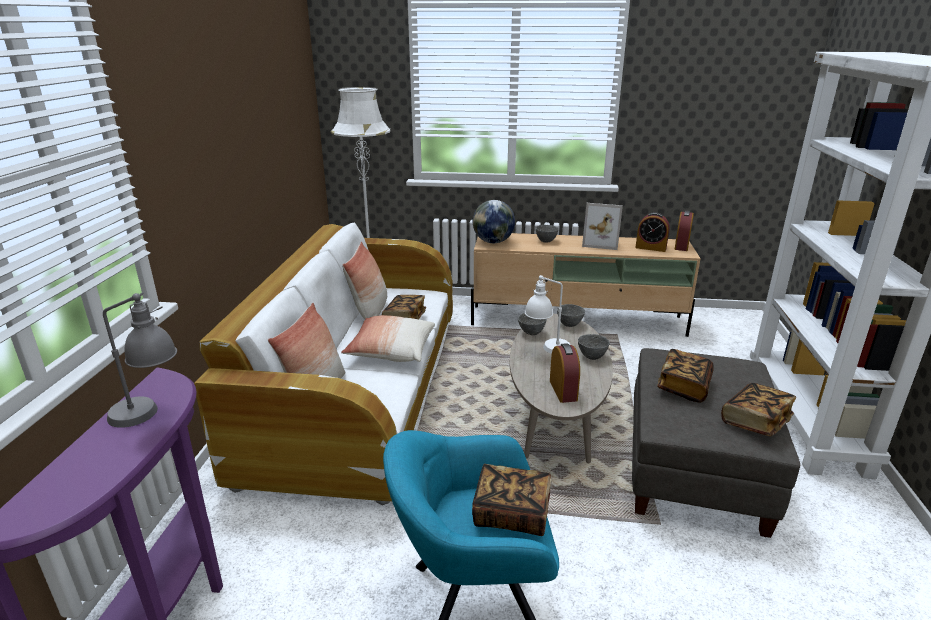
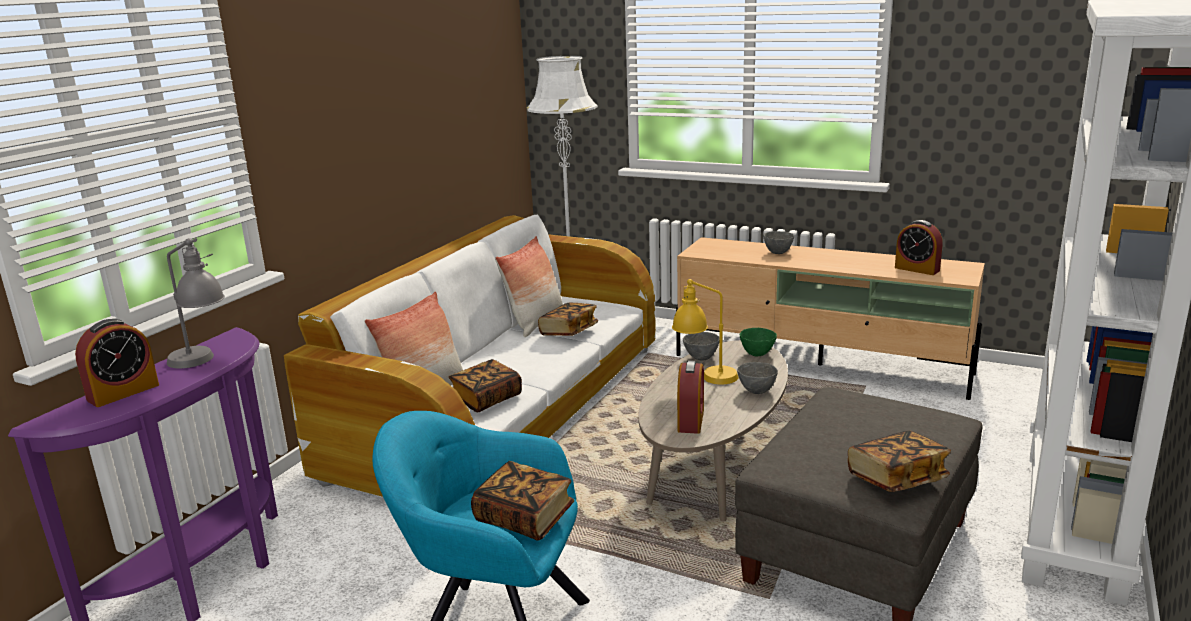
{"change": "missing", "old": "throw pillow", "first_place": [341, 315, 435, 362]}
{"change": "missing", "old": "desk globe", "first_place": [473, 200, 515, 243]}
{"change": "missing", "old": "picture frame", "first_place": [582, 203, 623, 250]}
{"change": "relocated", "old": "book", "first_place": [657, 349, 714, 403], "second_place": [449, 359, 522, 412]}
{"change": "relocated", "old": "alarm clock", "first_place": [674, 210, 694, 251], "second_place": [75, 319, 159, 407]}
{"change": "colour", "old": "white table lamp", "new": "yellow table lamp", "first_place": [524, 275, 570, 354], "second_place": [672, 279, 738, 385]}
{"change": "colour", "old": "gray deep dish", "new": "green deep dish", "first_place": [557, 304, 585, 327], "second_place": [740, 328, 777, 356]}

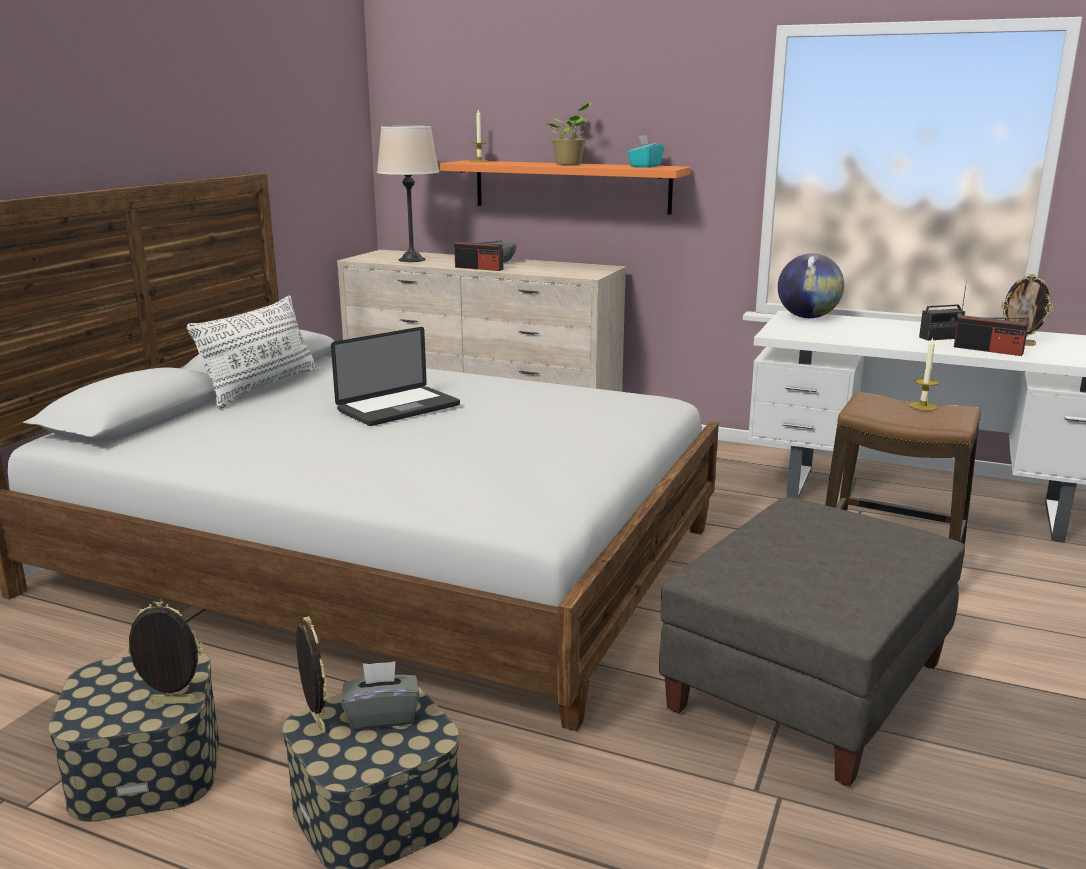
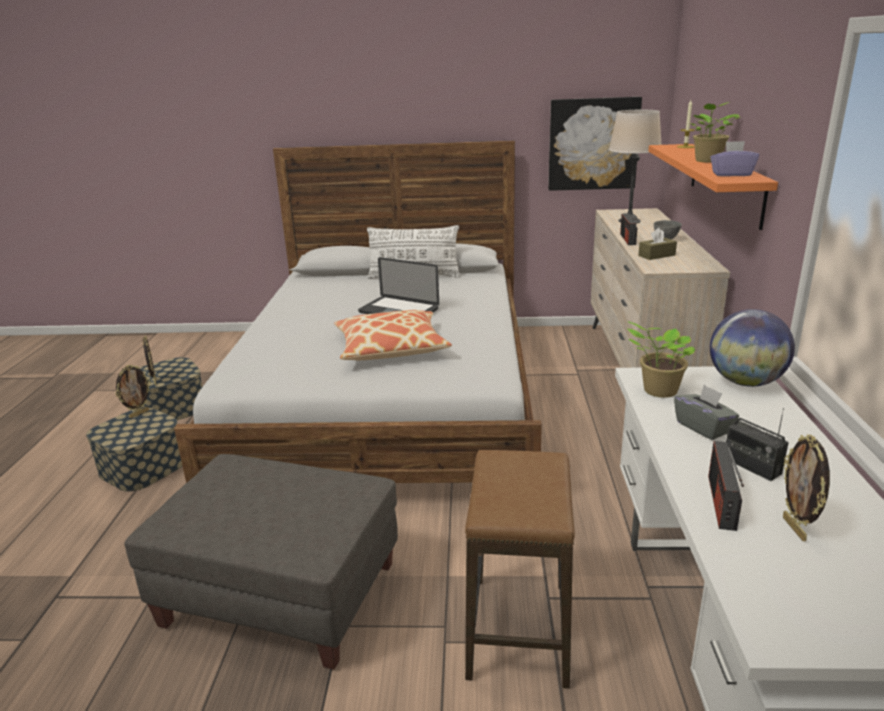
{"change": "missing", "old": "wax candle", "first_place": [909, 337, 938, 411]}
{"change": "appeared", "new": "throw pillow", "second_place": [334, 310, 452, 360]}
{"change": "appeared", "new": "wall art", "second_place": [548, 97, 642, 191]}
{"change": "appeared", "new": "plant in a pot", "second_place": [626, 321, 696, 398]}
{"change": "appeared", "new": "brownish box of tissues", "second_place": [638, 228, 677, 260]}
{"change": "relocated", "old": "gray box of tissues", "first_place": [341, 661, 419, 730], "second_place": [674, 385, 739, 440]}
{"change": "colour", "old": "turquoise-coloured box of tissues", "new": "purple-coloured box of tissues", "first_place": [627, 135, 664, 168], "second_place": [710, 141, 759, 176]}

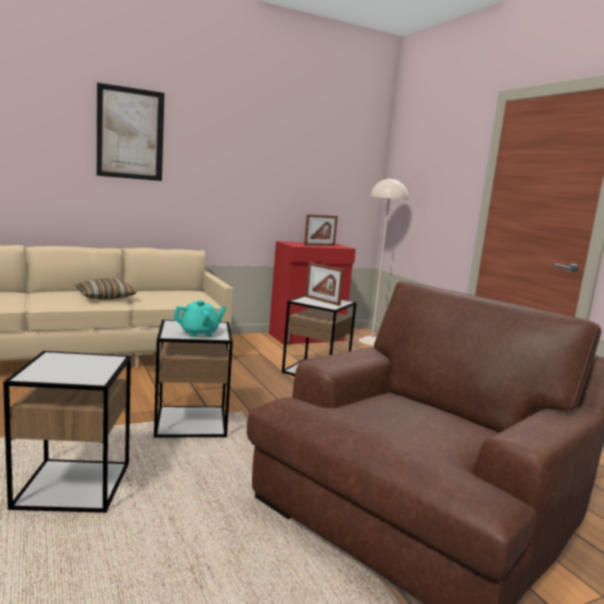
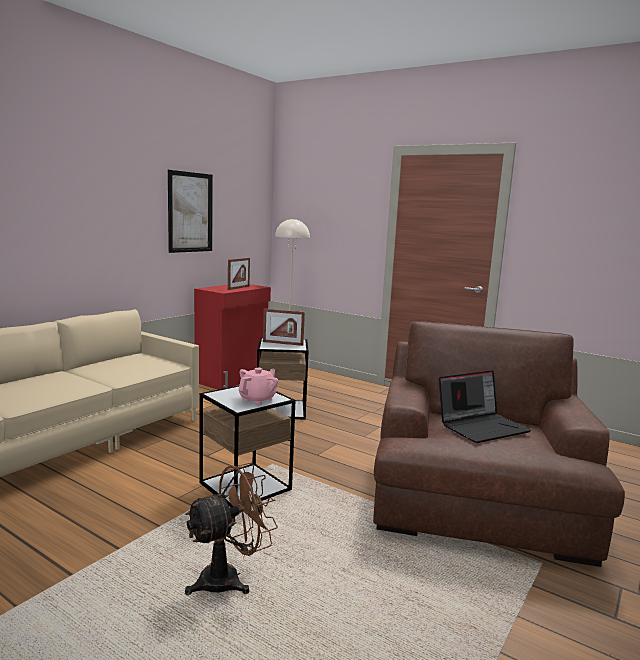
{"change": "missing", "old": "throw pillow", "first_place": [75, 278, 137, 300]}
{"change": "appeared", "new": "laptop", "second_place": [439, 370, 531, 443]}
{"change": "relocated", "old": "wall art", "first_place": [97, 83, 165, 181], "second_place": [168, 170, 213, 253]}
{"change": "exchanged", "old": "side table", "new": "brownish cooling fan", "first_place": [3, 351, 131, 513], "second_place": [185, 463, 278, 595]}
{"change": "colour", "old": "turquoise-coloured teapot", "new": "pinkish teapot", "first_place": [173, 300, 227, 337], "second_place": [239, 368, 278, 405]}

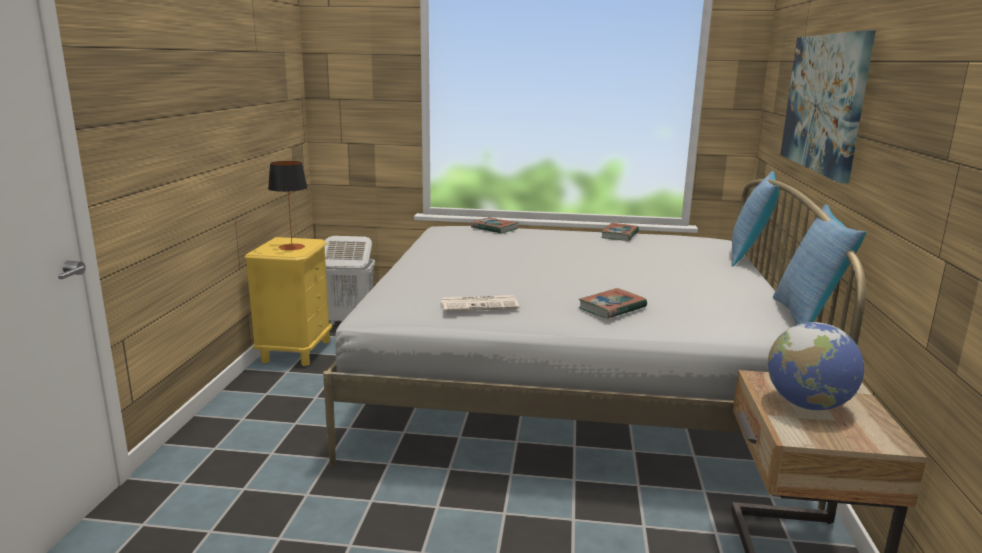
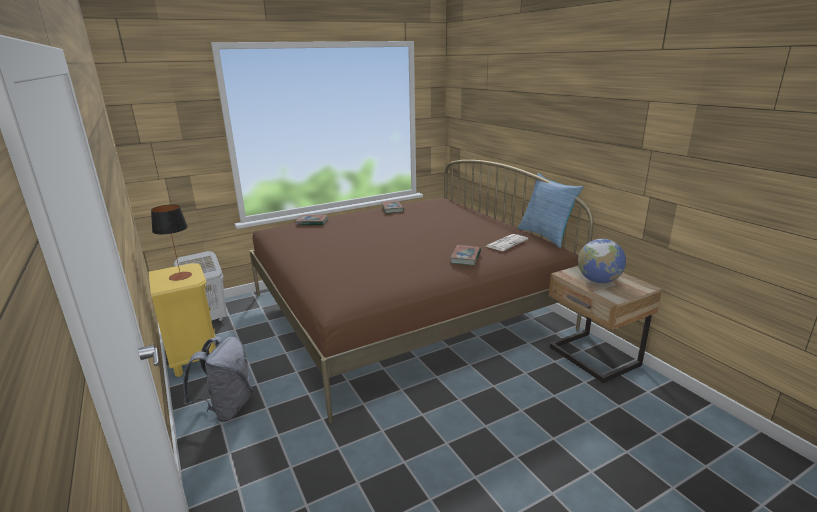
{"change": "missing", "old": "throw pillow", "first_place": [732, 171, 779, 266]}
{"change": "missing", "old": "wall art", "first_place": [780, 30, 876, 184]}
{"change": "appeared", "new": "gray rucksack", "second_place": [183, 336, 253, 422]}
{"change": "relocated", "old": "daily paper", "first_place": [441, 295, 519, 312], "second_place": [486, 234, 528, 251]}
{"change": "colour", "old": "white sleeping bed", "new": "brownish sleeping bed", "first_place": [323, 179, 866, 510], "second_place": [249, 160, 594, 423]}

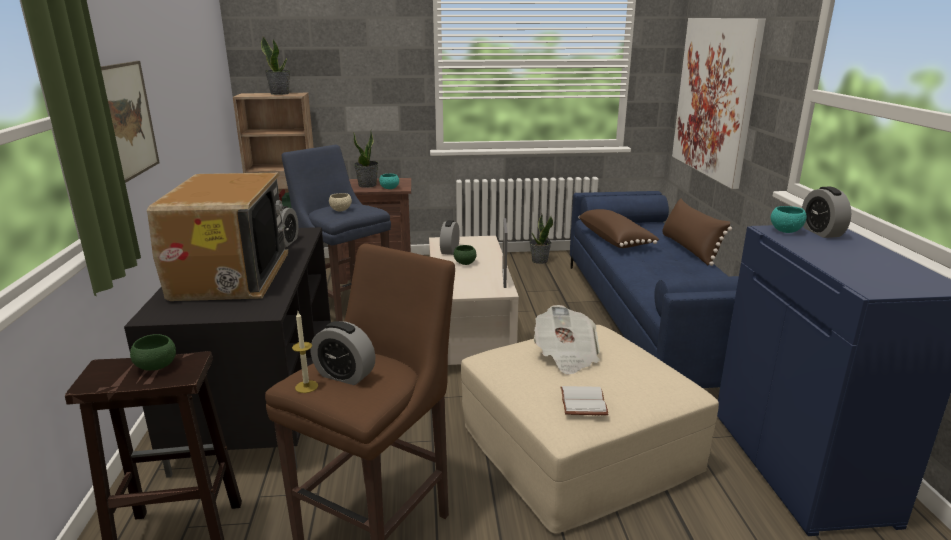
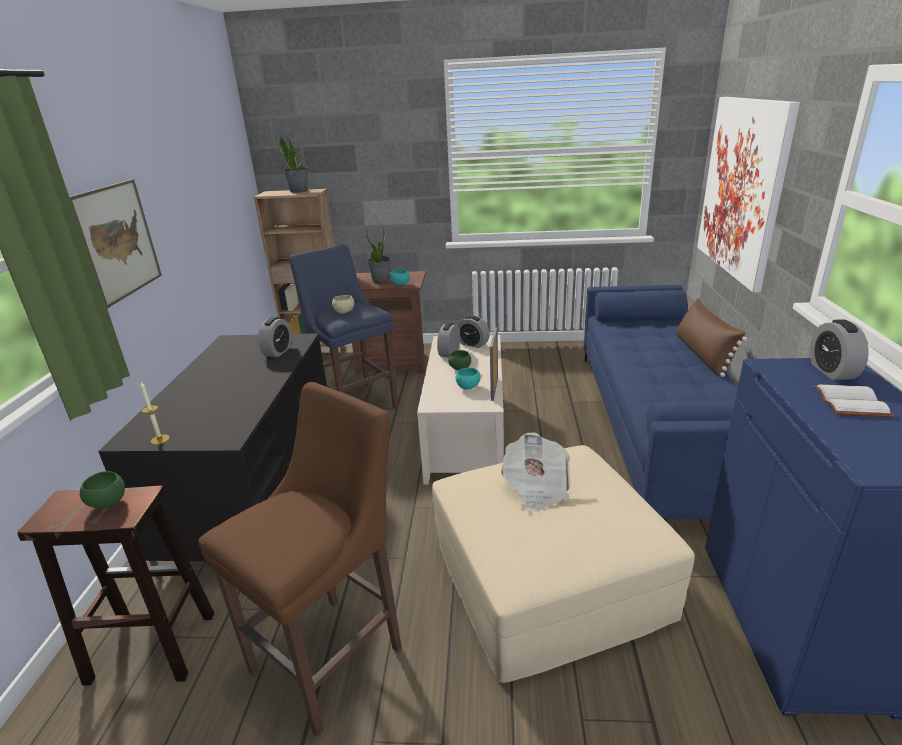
{"change": "missing", "old": "television", "first_place": [147, 173, 288, 301]}
{"change": "missing", "old": "plant in a pot", "first_place": [529, 214, 553, 264]}
{"change": "missing", "old": "brownish throw pillow", "first_place": [578, 209, 659, 248]}
{"change": "relocated", "old": "wax candle", "first_place": [292, 312, 318, 393], "second_place": [140, 382, 170, 445]}
{"change": "relocated", "old": "alarm clock", "first_place": [311, 321, 376, 385], "second_place": [457, 315, 490, 348]}
{"change": "relocated", "old": "white book", "first_place": [561, 386, 608, 415], "second_place": [814, 384, 893, 417]}
{"change": "relocated", "old": "turquoise-coloured deep dish", "first_place": [771, 206, 807, 233], "second_place": [456, 368, 481, 390]}

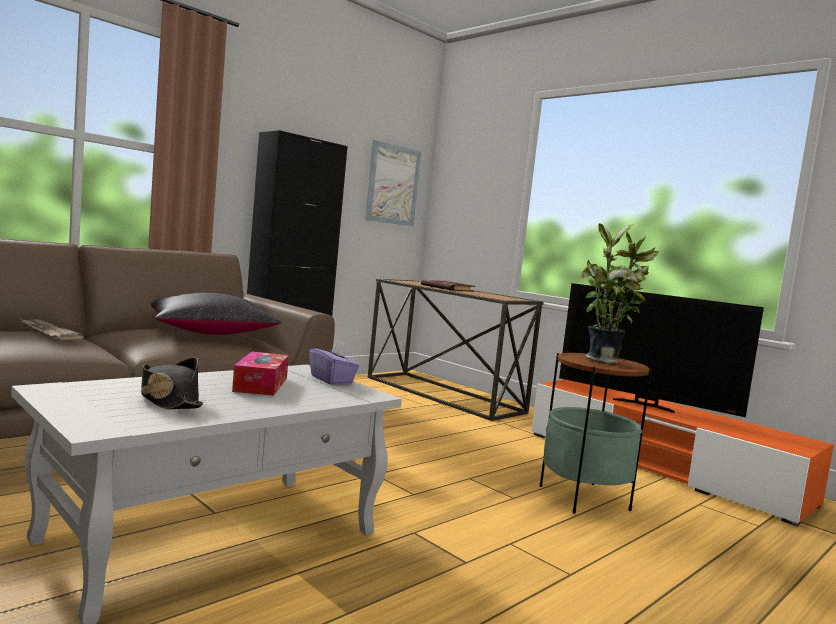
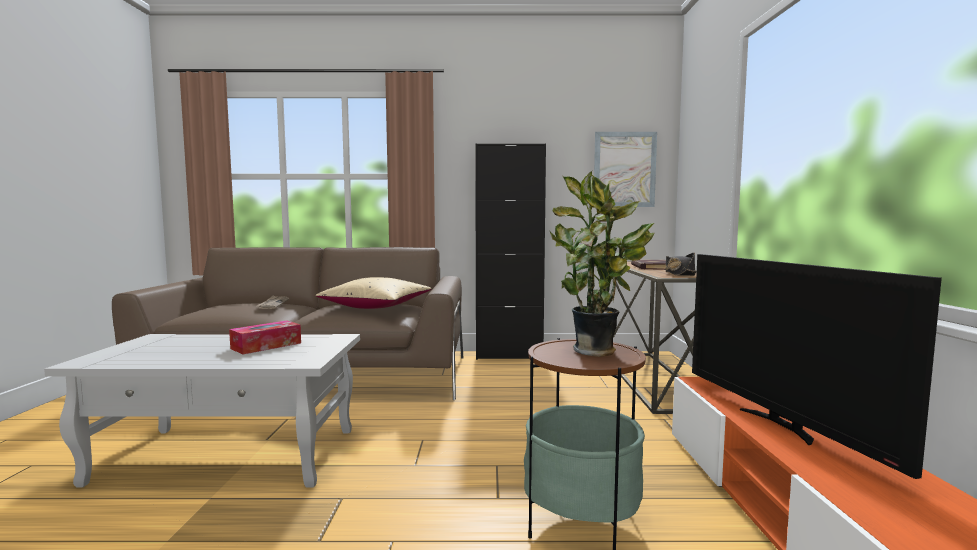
{"change": "missing", "old": "purple-coloured box of tissues", "first_place": [309, 340, 359, 385]}
{"change": "relocated", "old": "black-coloured hat", "first_place": [141, 358, 203, 409], "second_place": [666, 252, 696, 276]}
{"change": "colour", "old": "black-coloured throw pillow", "new": "beige-coloured throw pillow", "first_place": [151, 293, 281, 335], "second_place": [315, 277, 431, 309]}

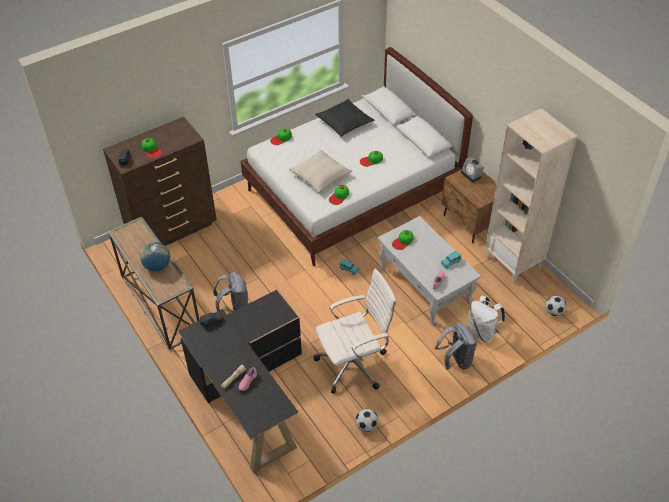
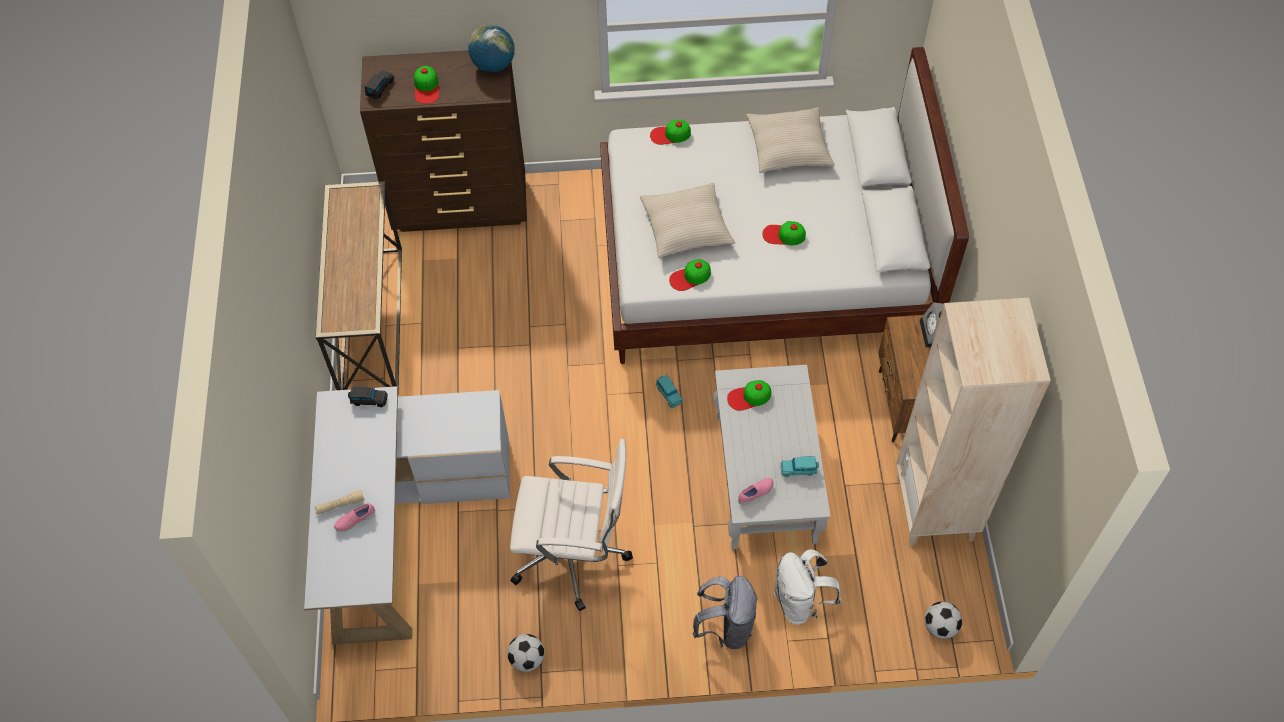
{"change": "missing", "old": "gray rucksack", "first_place": [213, 272, 248, 312]}
{"change": "relocated", "old": "desk globe", "first_place": [140, 242, 170, 272], "second_place": [468, 25, 515, 73]}
{"change": "colour", "old": "black-coloured desk", "new": "white desk", "first_place": [178, 290, 302, 473], "second_place": [304, 386, 511, 645]}
{"change": "colour", "old": "black-coloured throw pillow", "new": "beige-coloured throw pillow", "first_place": [315, 99, 375, 137], "second_place": [746, 108, 835, 173]}

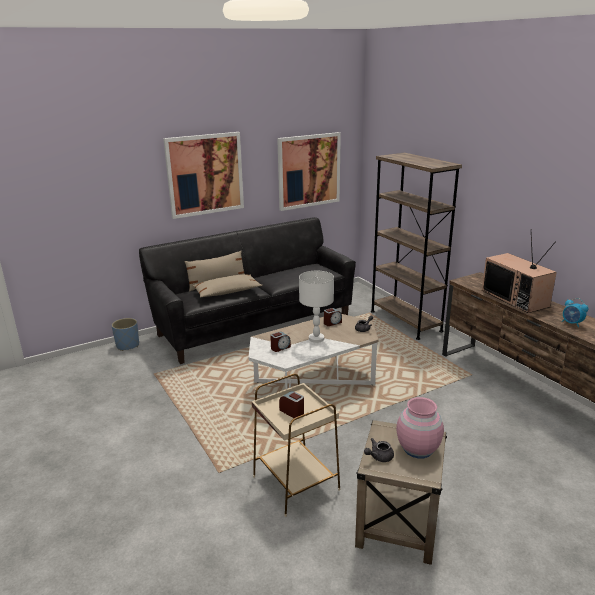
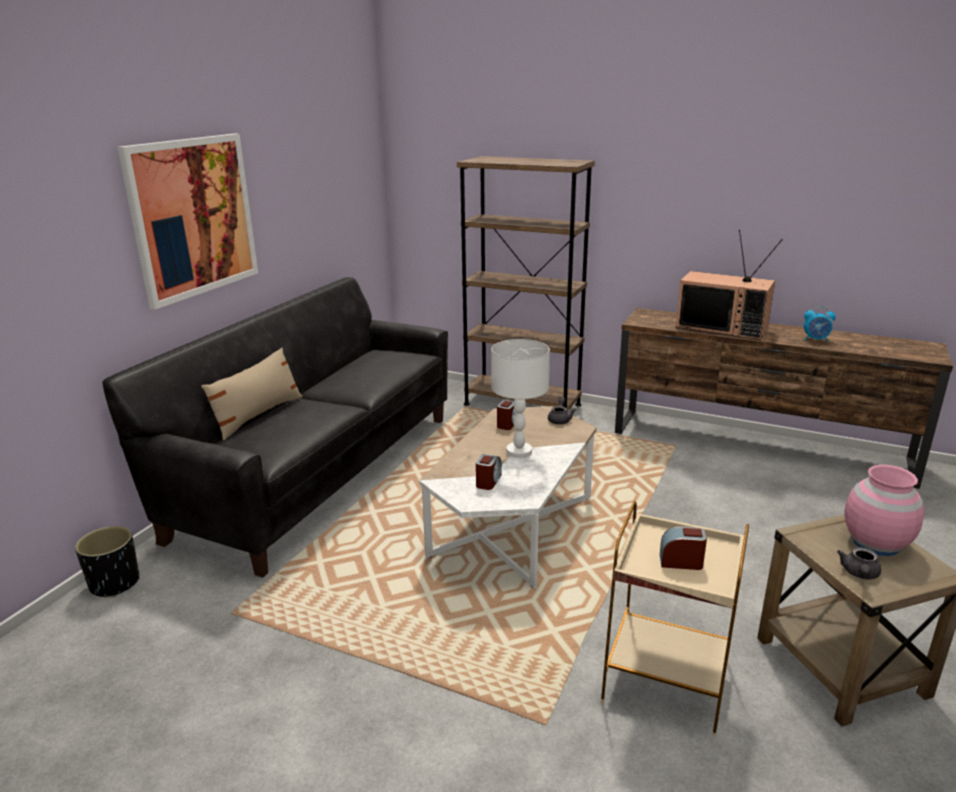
{"change": "missing", "old": "beige-coloured throw pillow", "first_place": [192, 274, 262, 297]}
{"change": "missing", "old": "wall art", "first_place": [277, 132, 341, 211]}
{"change": "colour", "old": "bluish planter", "new": "black-coloured planter", "first_place": [112, 318, 139, 351], "second_place": [75, 526, 139, 598]}

